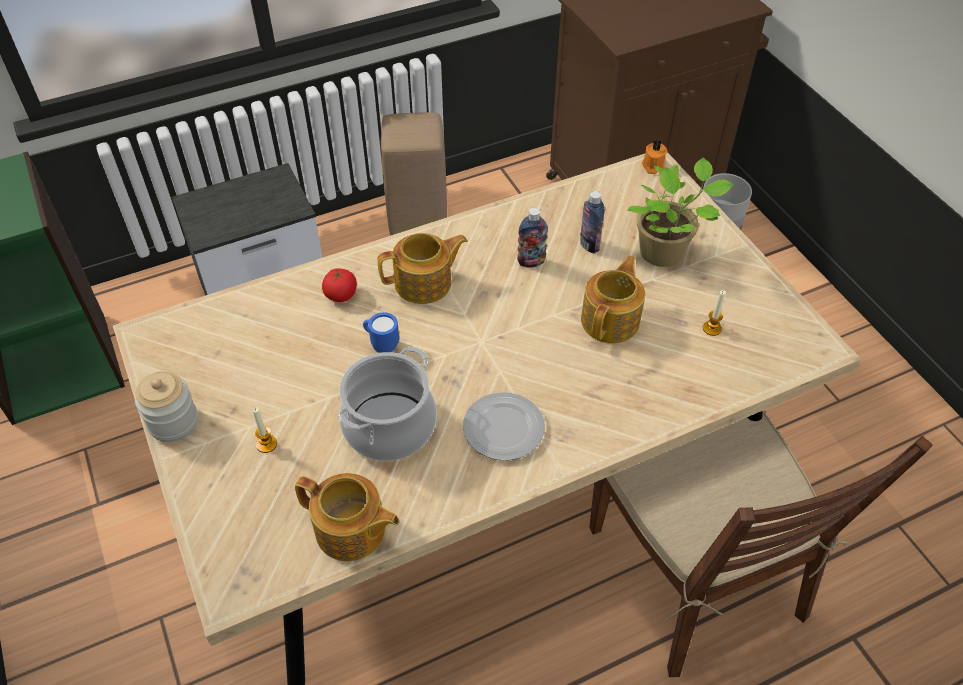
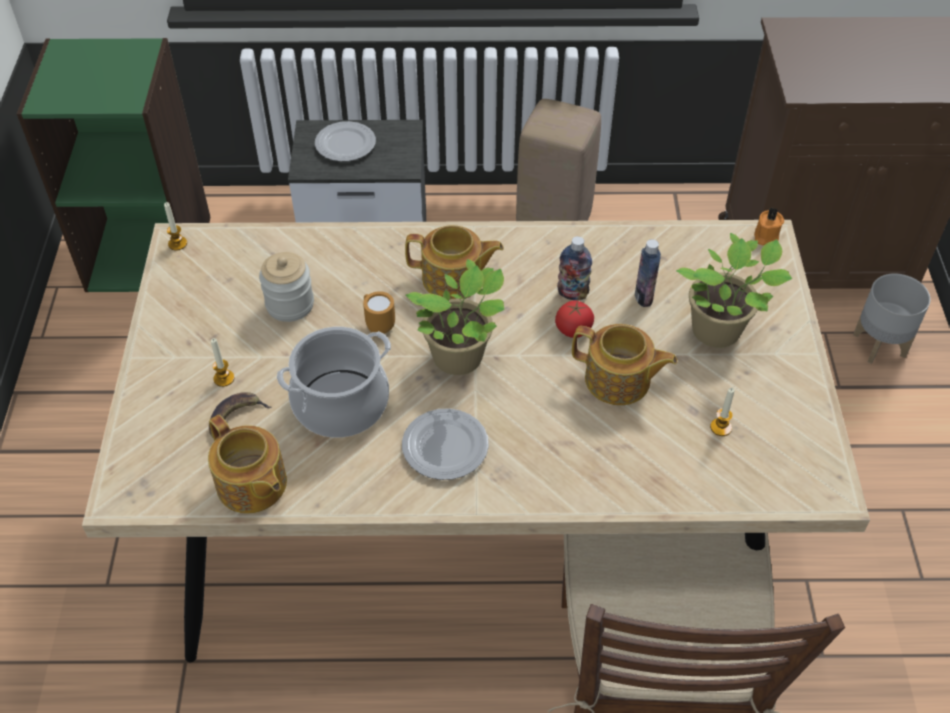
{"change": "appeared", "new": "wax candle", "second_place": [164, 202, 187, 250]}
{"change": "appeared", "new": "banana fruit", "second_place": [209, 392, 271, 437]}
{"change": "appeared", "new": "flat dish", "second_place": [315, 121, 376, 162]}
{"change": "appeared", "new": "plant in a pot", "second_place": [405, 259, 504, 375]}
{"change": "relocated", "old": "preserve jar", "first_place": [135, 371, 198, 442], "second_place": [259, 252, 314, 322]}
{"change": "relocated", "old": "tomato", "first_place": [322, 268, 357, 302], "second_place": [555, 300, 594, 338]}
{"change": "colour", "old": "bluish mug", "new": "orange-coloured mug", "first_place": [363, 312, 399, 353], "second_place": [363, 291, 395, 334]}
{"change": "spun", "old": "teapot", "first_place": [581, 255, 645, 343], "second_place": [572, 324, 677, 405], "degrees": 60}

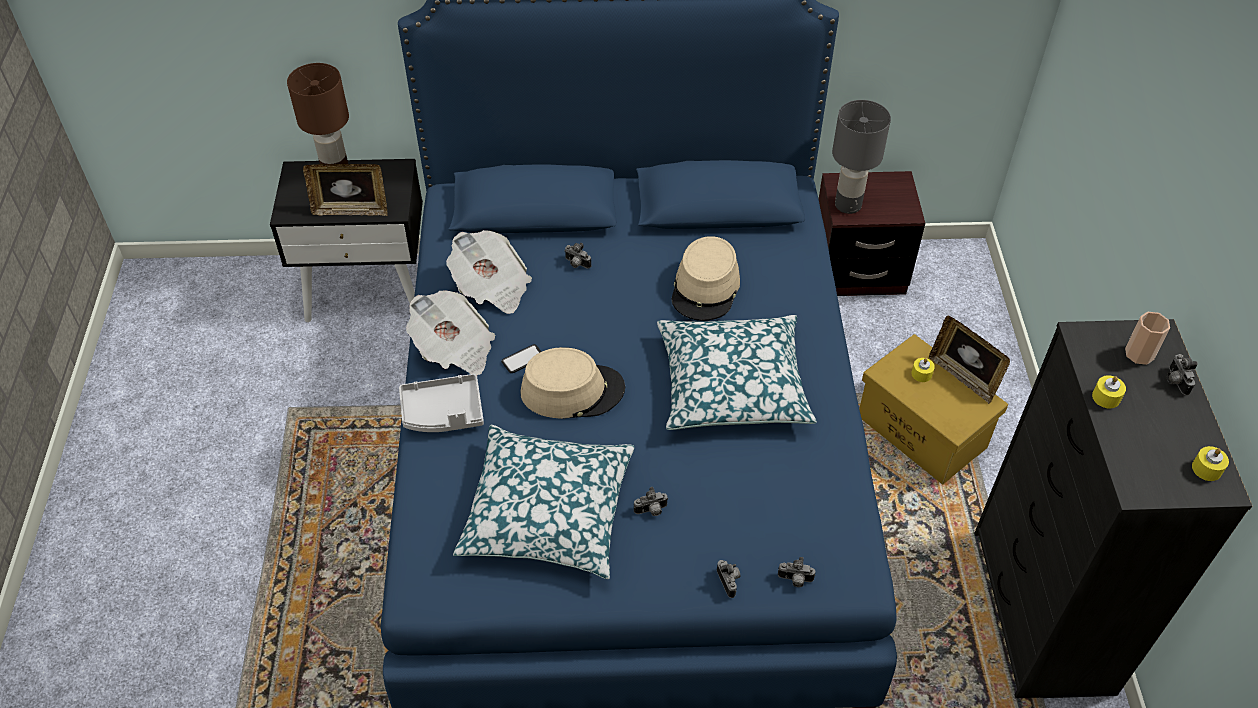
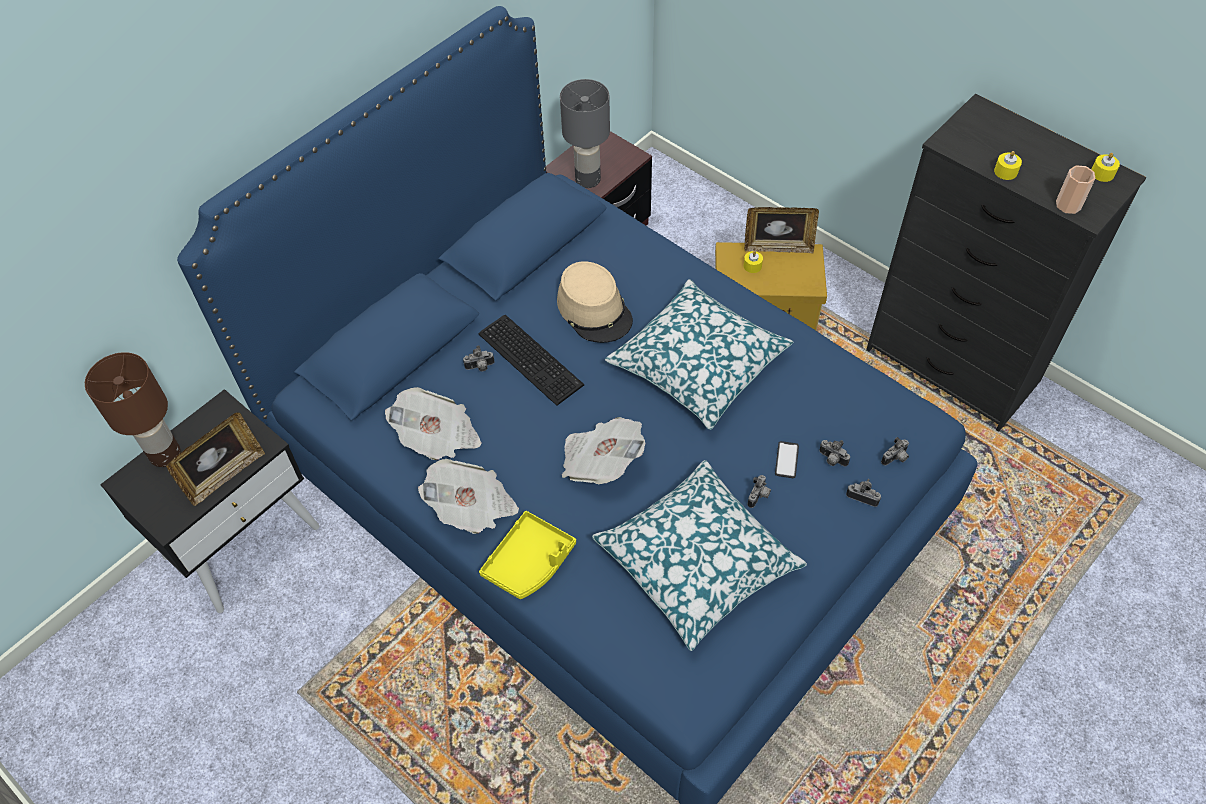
{"change": "appeared", "new": "PC keyboard", "second_place": [479, 315, 584, 406]}
{"change": "relocated", "old": "handset", "first_place": [501, 344, 542, 373], "second_place": [775, 441, 799, 478]}
{"change": "relocated", "old": "drinking cup", "first_place": [1125, 312, 1170, 365], "second_place": [1056, 165, 1096, 214]}
{"change": "relocated", "old": "photo camera", "first_place": [1167, 354, 1198, 395], "second_place": [819, 440, 850, 466]}
{"change": "exchanged", "old": "beige-coloured hat", "new": "daily paper", "first_place": [520, 347, 625, 419], "second_place": [562, 417, 645, 484]}
{"change": "colour", "old": "gray carrying tray", "new": "yellow carrying tray", "first_place": [399, 374, 484, 432], "second_place": [479, 511, 576, 599]}

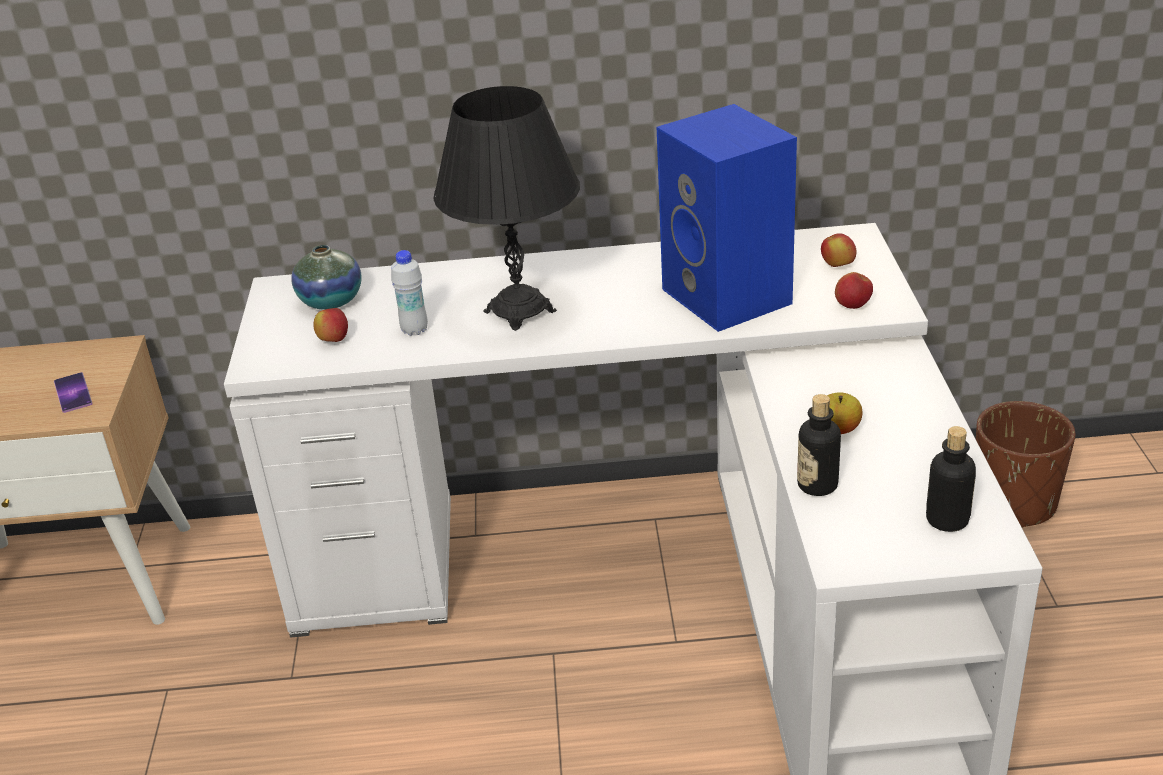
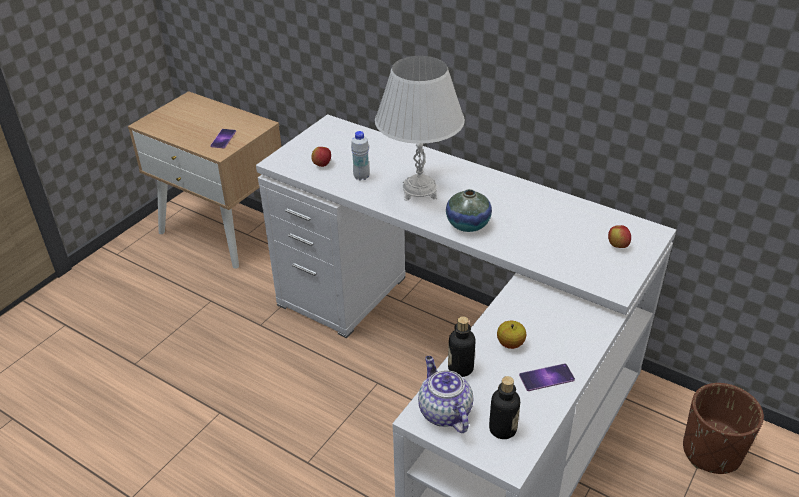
{"change": "missing", "old": "bluish loudspeaker", "first_place": [657, 104, 797, 332]}
{"change": "missing", "old": "apple fruit", "first_place": [835, 272, 873, 309]}
{"change": "appeared", "new": "teapot", "second_place": [418, 356, 473, 433]}
{"change": "appeared", "new": "handset", "second_place": [519, 363, 575, 391]}
{"change": "relocated", "old": "flower vase", "first_place": [291, 245, 361, 310], "second_place": [446, 189, 492, 232]}
{"change": "colour", "old": "black-coloured table lamp", "new": "white table lamp", "first_place": [434, 86, 580, 331], "second_place": [375, 56, 465, 201]}

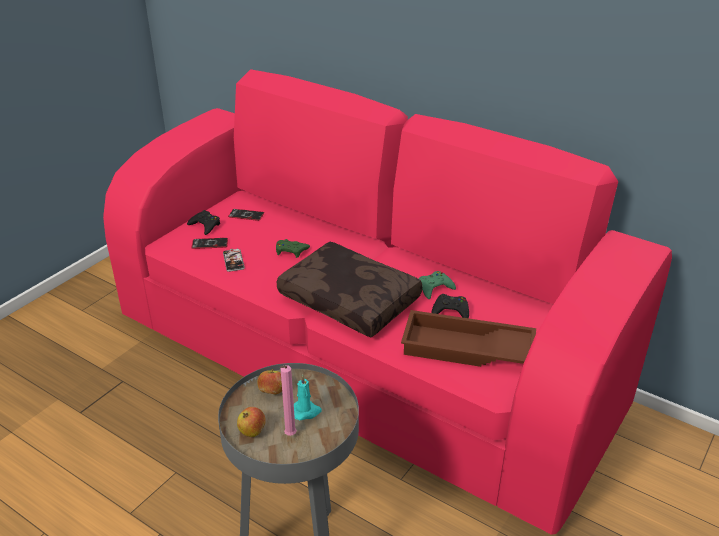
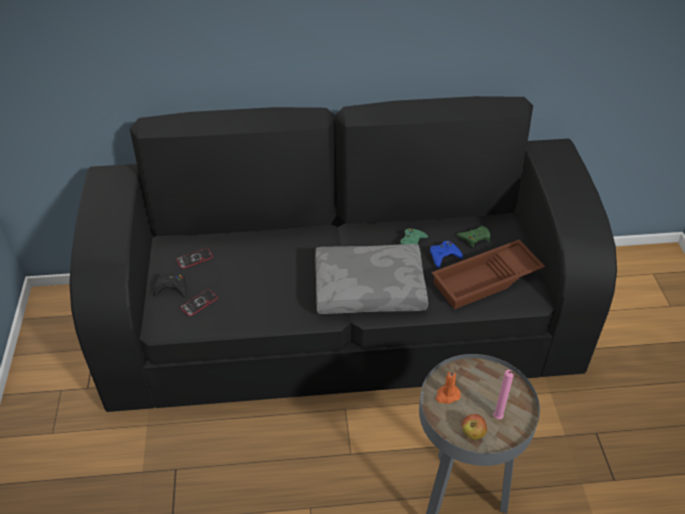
{"change": "missing", "old": "handset", "first_place": [223, 248, 245, 272]}
{"change": "missing", "old": "turquoise-coloured wax candle", "first_place": [294, 375, 322, 420]}
{"change": "relocated", "old": "green gamepad", "first_place": [276, 239, 310, 258], "second_place": [457, 226, 491, 247]}
{"change": "exchanged", "old": "apple fruit", "new": "orange-coloured wax candle", "first_place": [257, 369, 282, 394], "second_place": [436, 369, 461, 404]}
{"change": "colour", "old": "pinkish settee", "new": "black-coloured settee", "first_place": [103, 69, 672, 535], "second_place": [69, 96, 617, 412]}
{"change": "colour", "old": "brownish throw pillow", "new": "gray throw pillow", "first_place": [277, 242, 423, 337], "second_place": [315, 244, 428, 314]}
{"change": "colour", "old": "black-coloured gamepad", "new": "bluish gamepad", "first_place": [432, 294, 469, 318], "second_place": [430, 241, 463, 268]}

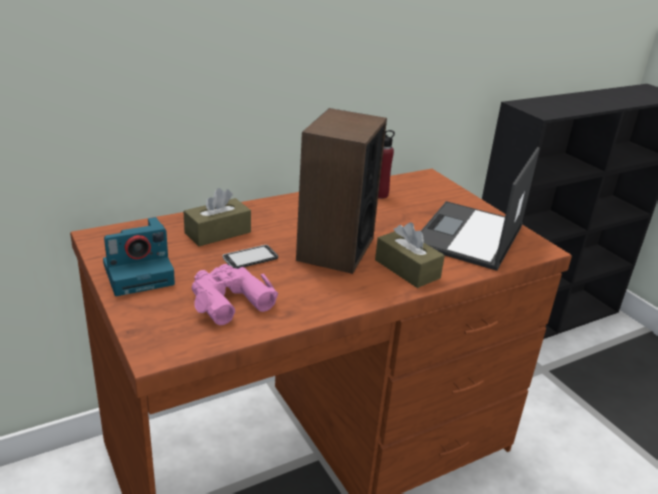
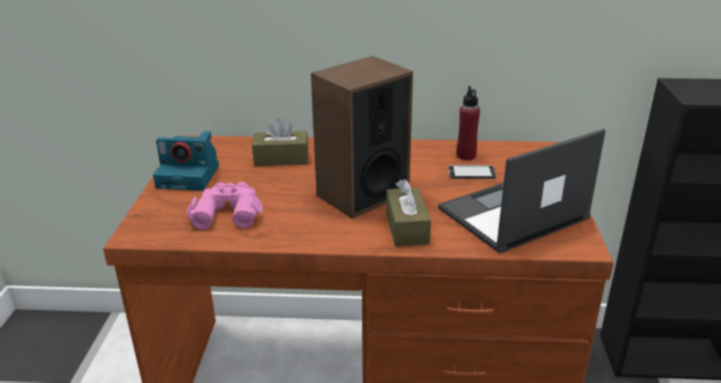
{"change": "relocated", "old": "handset", "first_place": [222, 245, 278, 269], "second_place": [448, 165, 496, 179]}

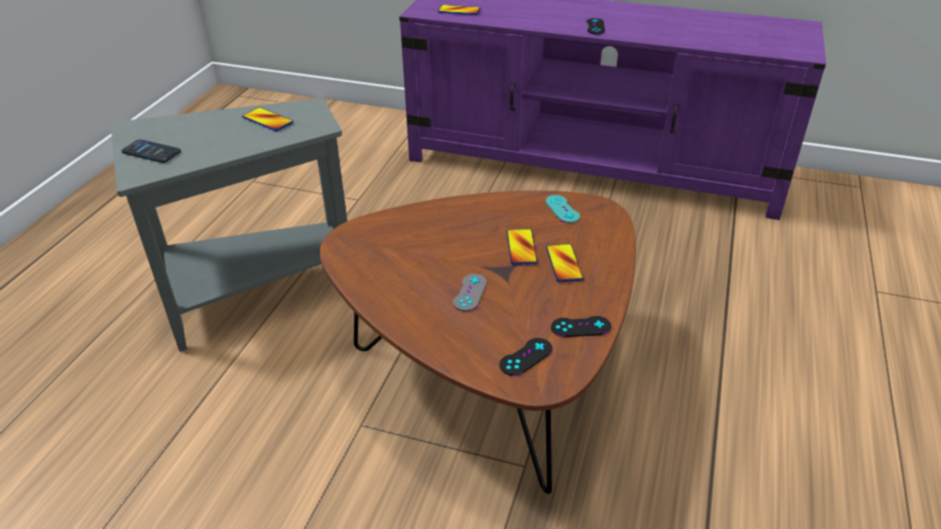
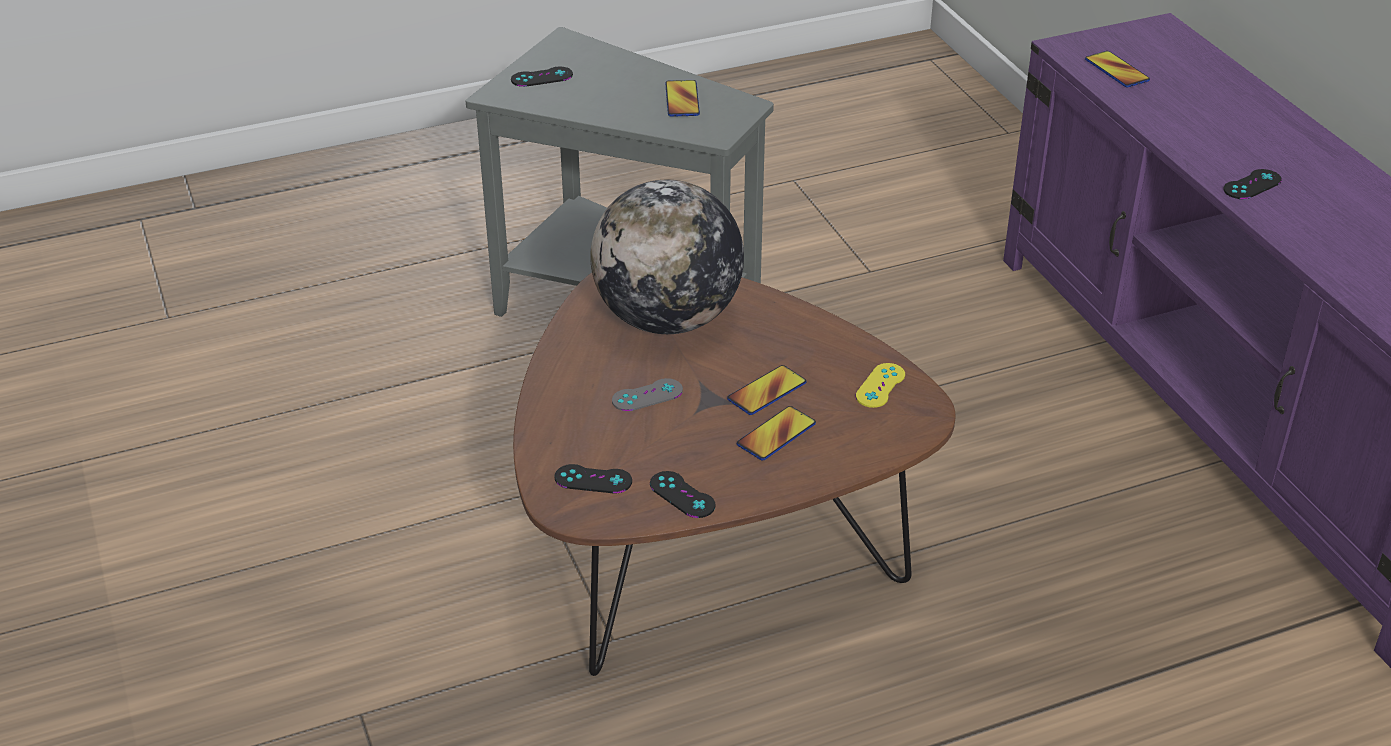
{"change": "appeared", "new": "desk globe", "second_place": [590, 180, 744, 334]}
{"change": "exchanged", "old": "handset", "new": "black-coloured gamepad", "first_place": [122, 140, 181, 163], "second_place": [511, 67, 573, 87]}
{"change": "colour", "old": "turquoise-coloured gamepad", "new": "yellow gamepad", "first_place": [545, 195, 580, 223], "second_place": [856, 363, 905, 408]}

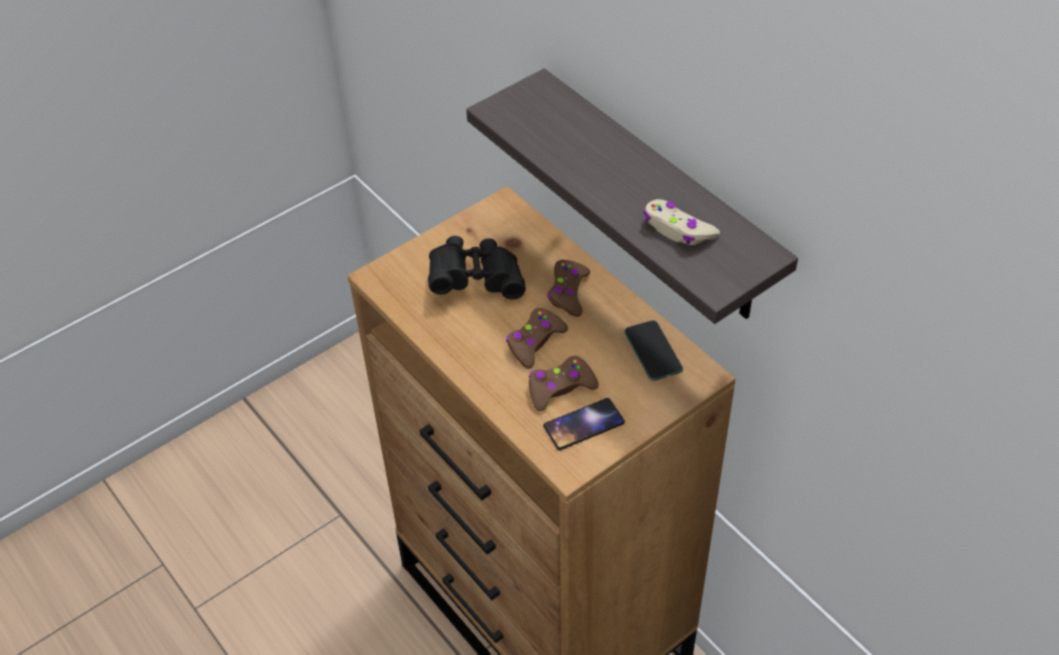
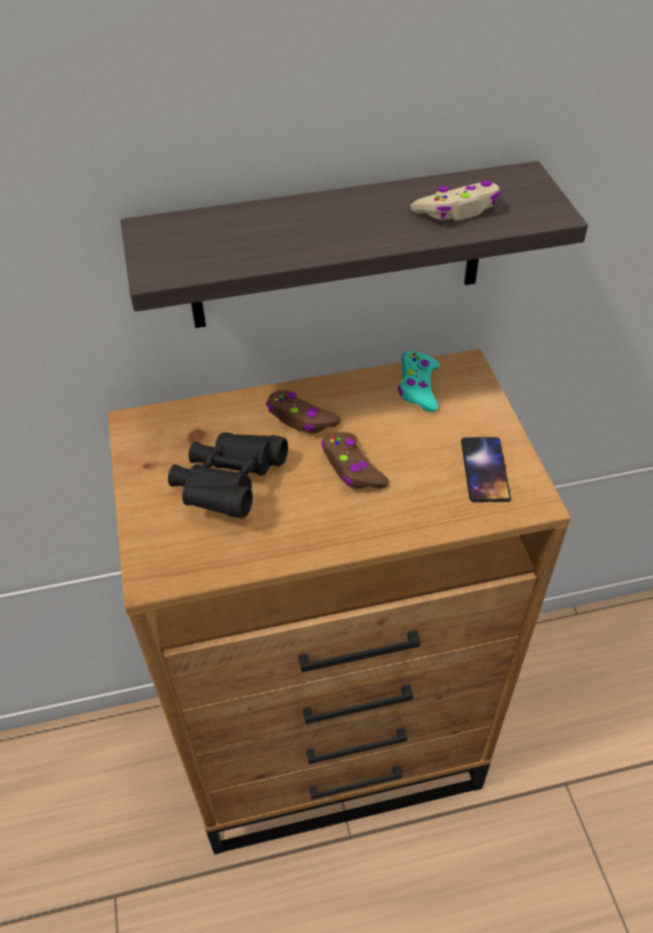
{"change": "missing", "old": "brownish gamepad", "first_place": [529, 356, 599, 411]}
{"change": "exchanged", "old": "handset", "new": "turquoise-coloured gamepad", "first_place": [624, 320, 683, 381], "second_place": [398, 351, 440, 412]}

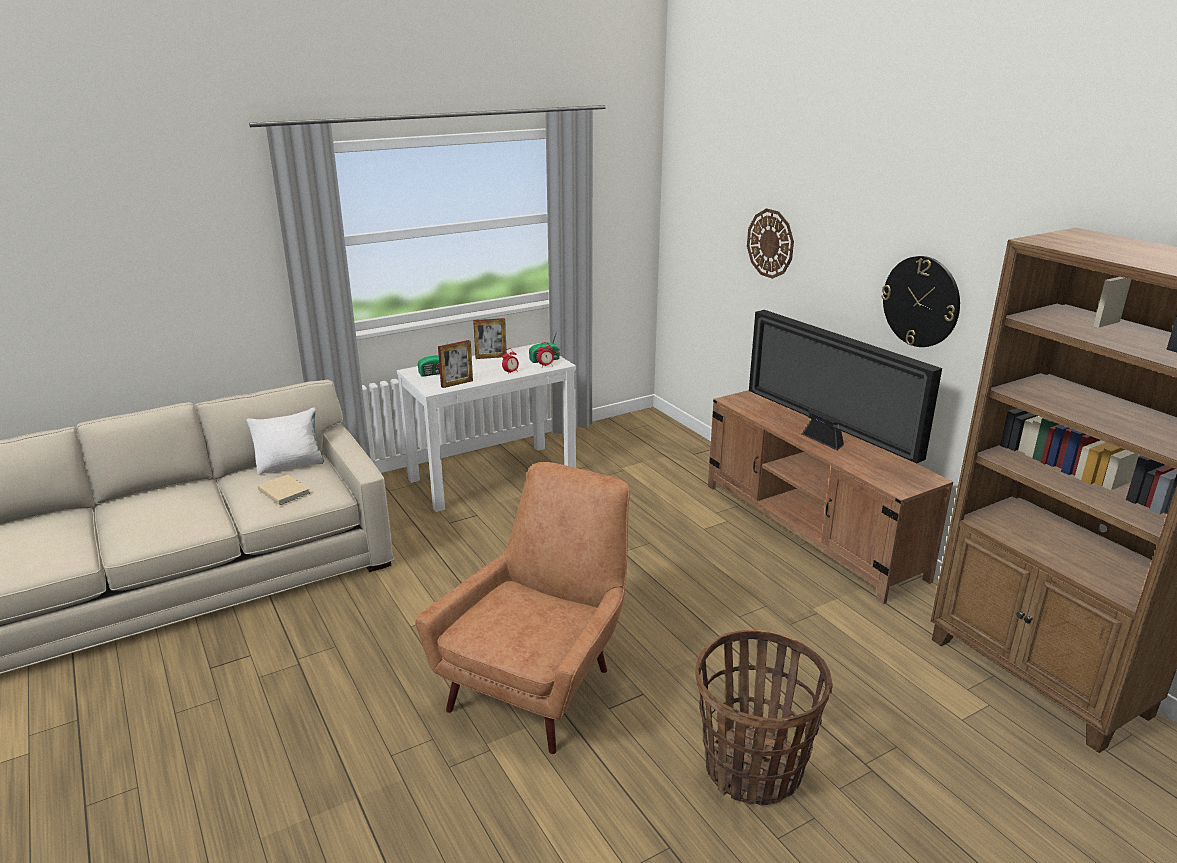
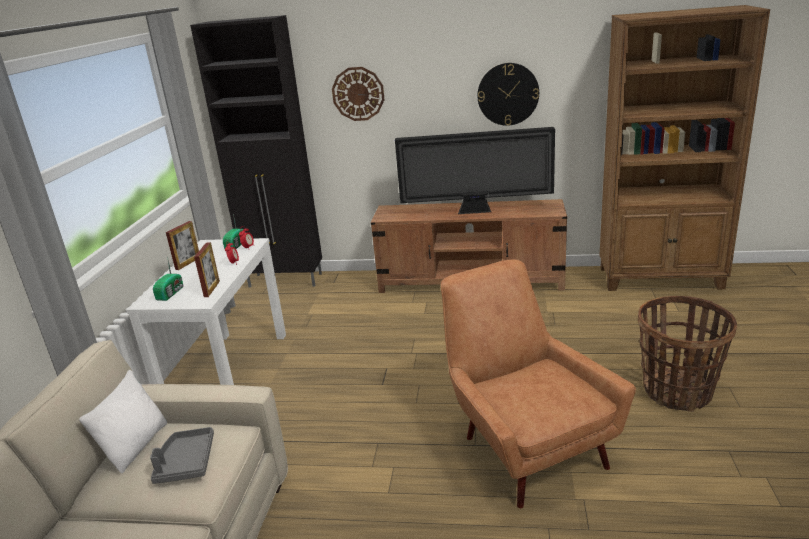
{"change": "appeared", "new": "black-coloured cupboard", "second_place": [190, 15, 322, 287]}
{"change": "exchanged", "old": "beige-coloured book", "new": "gray carrying tray", "first_place": [258, 474, 310, 505], "second_place": [150, 427, 214, 484]}

